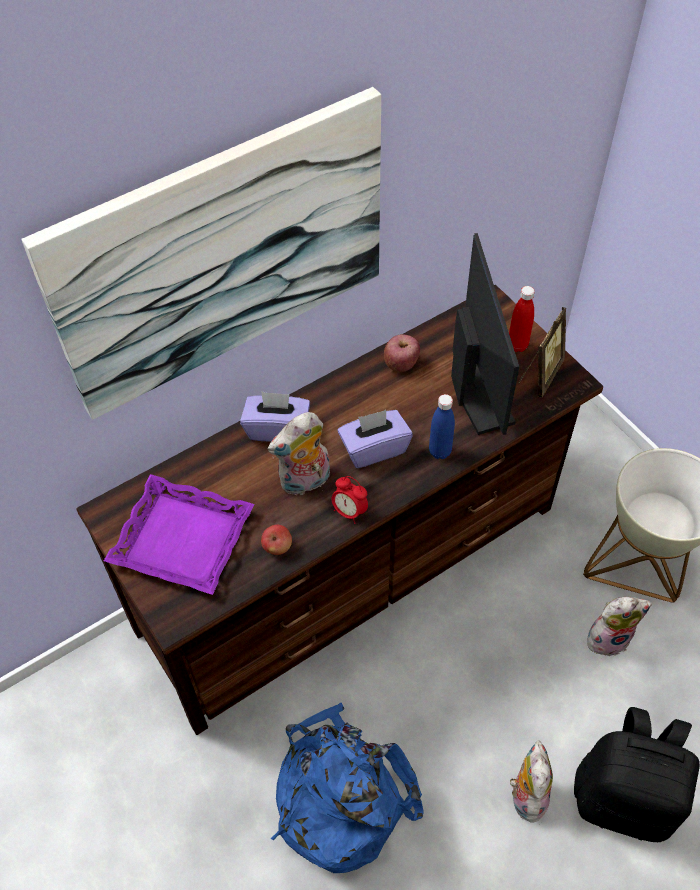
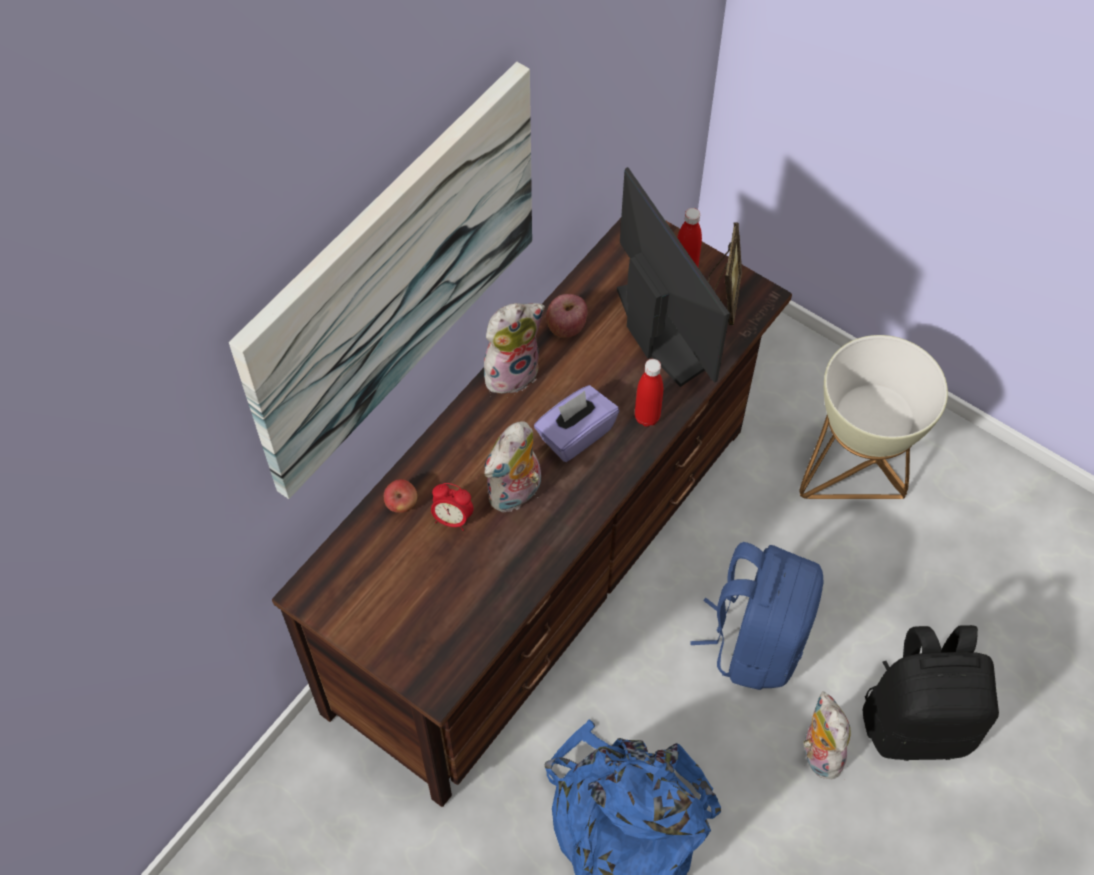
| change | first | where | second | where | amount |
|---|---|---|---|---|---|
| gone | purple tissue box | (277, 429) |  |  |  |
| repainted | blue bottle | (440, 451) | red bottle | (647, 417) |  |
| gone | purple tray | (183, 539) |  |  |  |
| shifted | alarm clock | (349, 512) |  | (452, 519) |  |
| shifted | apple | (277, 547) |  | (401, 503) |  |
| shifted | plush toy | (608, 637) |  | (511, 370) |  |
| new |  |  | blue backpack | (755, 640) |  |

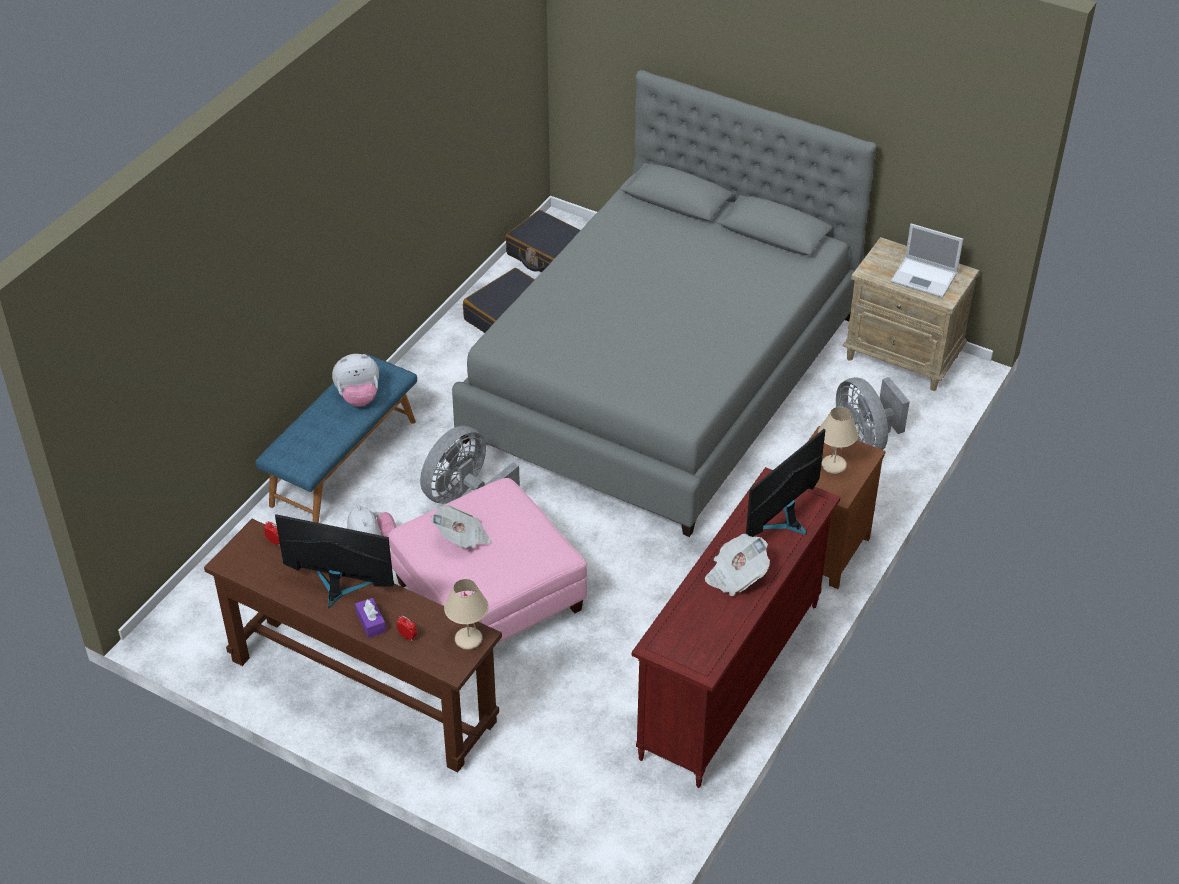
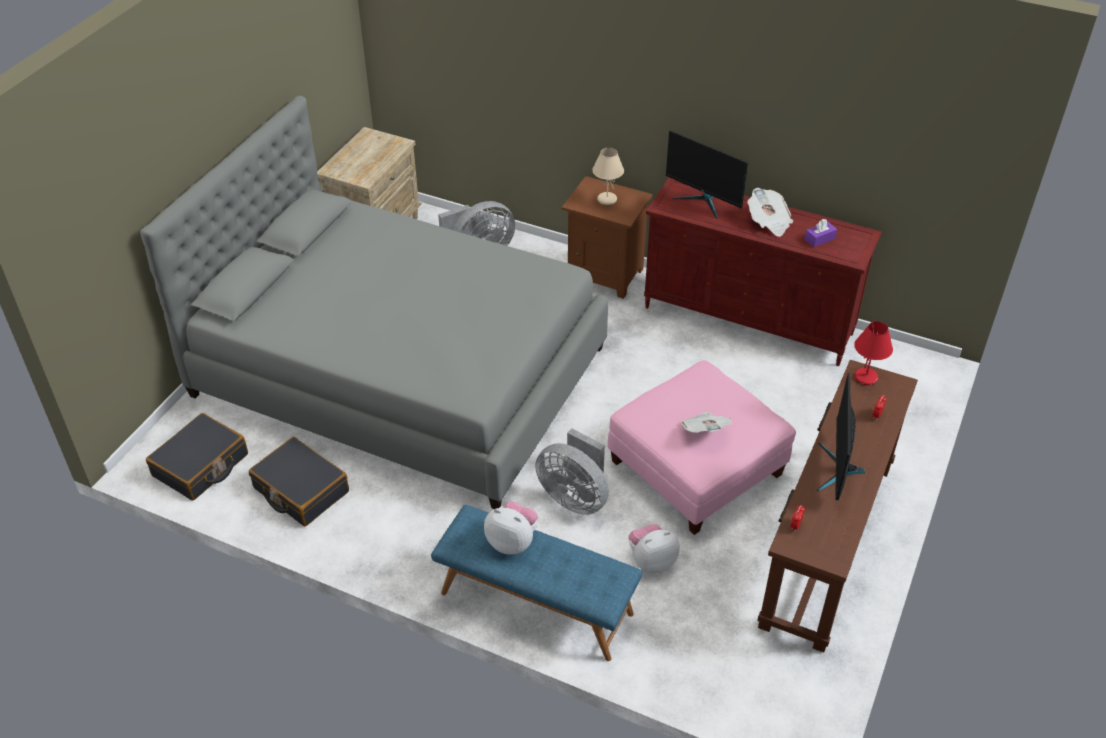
| change | first | where | second | where | amount |
|---|---|---|---|---|---|
| gone | laptop | (925, 278) |  |  |  |
| rotated | plush toy | (359, 398) |  | (512, 542) | 45 degrees counterclockwise |
| repainted | beige table lamp | (468, 639) | red table lamp | (866, 378) |  |
| shifted | purple tissue box | (371, 622) |  | (819, 239) |  |

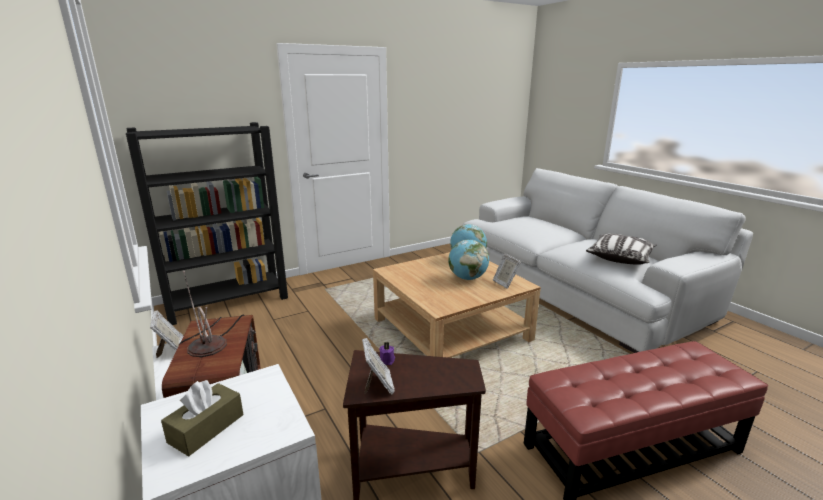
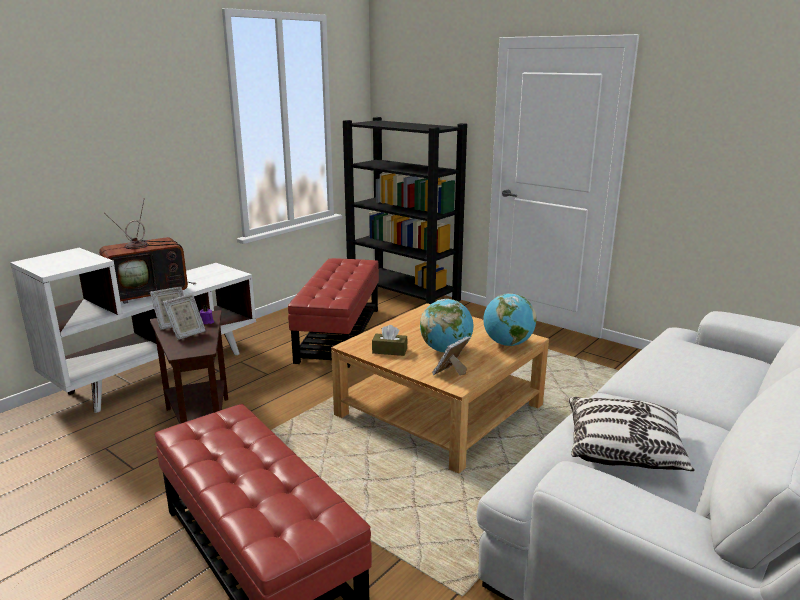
| change | first | where | second | where | amount |
|---|---|---|---|---|---|
| shifted | picture frame | (172, 350) |  | (186, 333) |  |
| shifted | brown tissue box | (206, 428) |  | (389, 351) |  |
| new |  |  | red ottoman | (338, 334) |  |

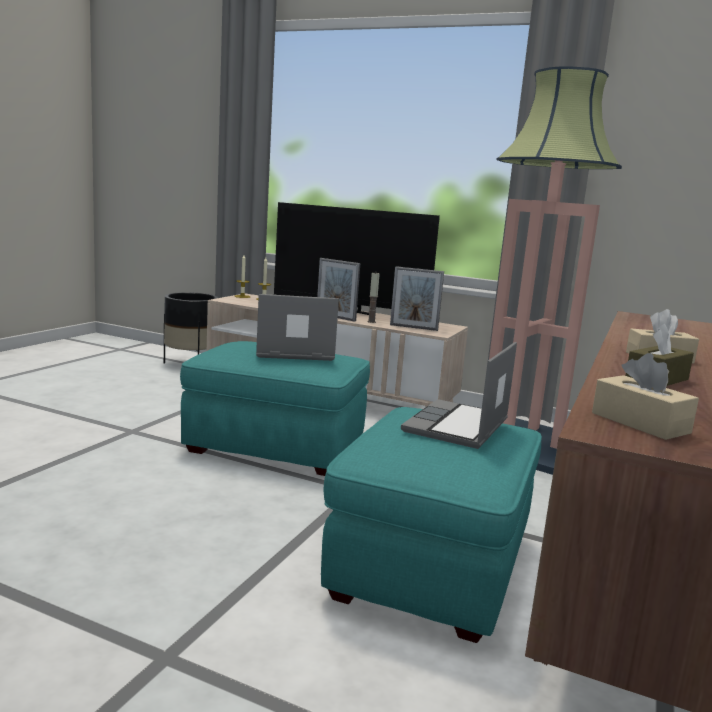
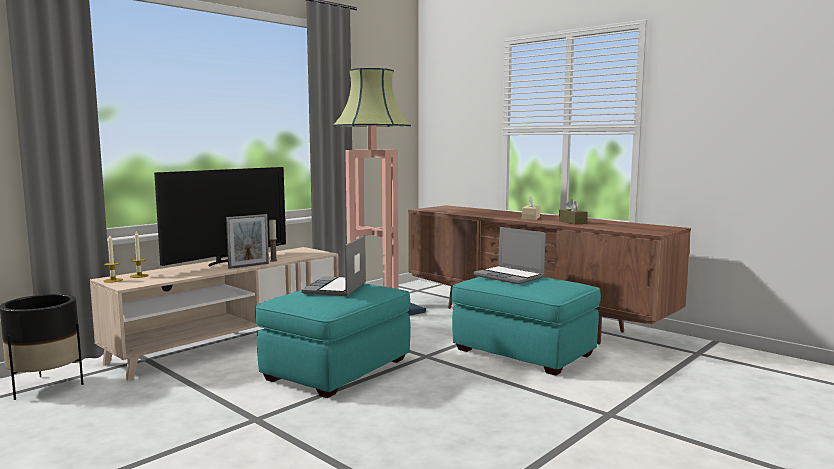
| change | first | where | second | where | amount |
|---|---|---|---|---|---|
| gone | picture frame | (413, 327) |  |  |  |
| gone | beige tissue box | (640, 423) |  |  |  |

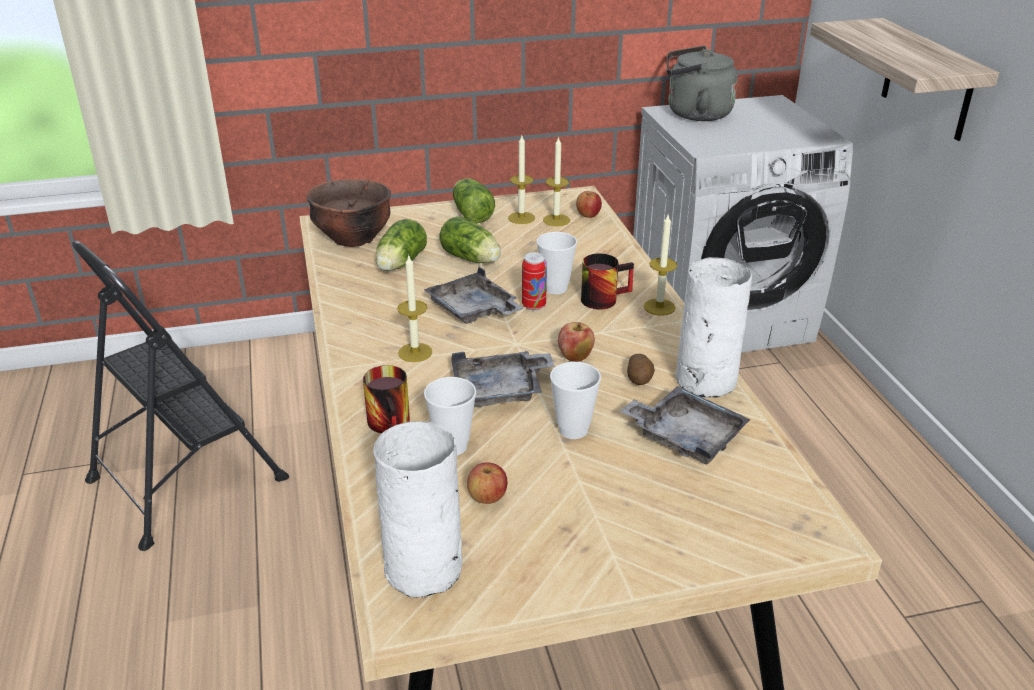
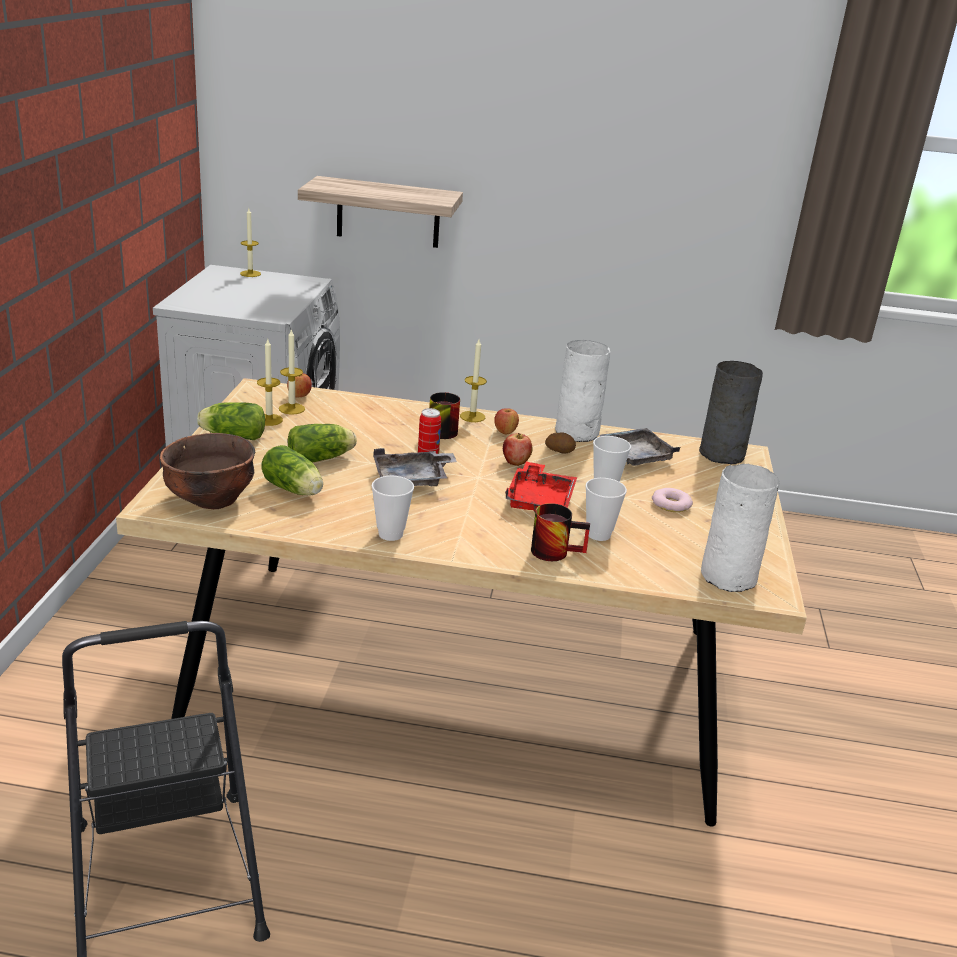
| change | first | where | second | where | amount |
|---|---|---|---|---|---|
| gone | grey kettle | (694, 114) |  |  |  |
| shifted | cup | (555, 288) |  | (390, 534) |  |
| shifted | candle | (415, 352) |  | (250, 273) |  |
| repainted | grey tray | (500, 391) | red tray | (539, 500) |  |
| shifted | apple | (487, 498) |  | (505, 432) |  |
| new |  |  | grey vase | (722, 455) |  |
| new |  |  | donut | (671, 504) |  |

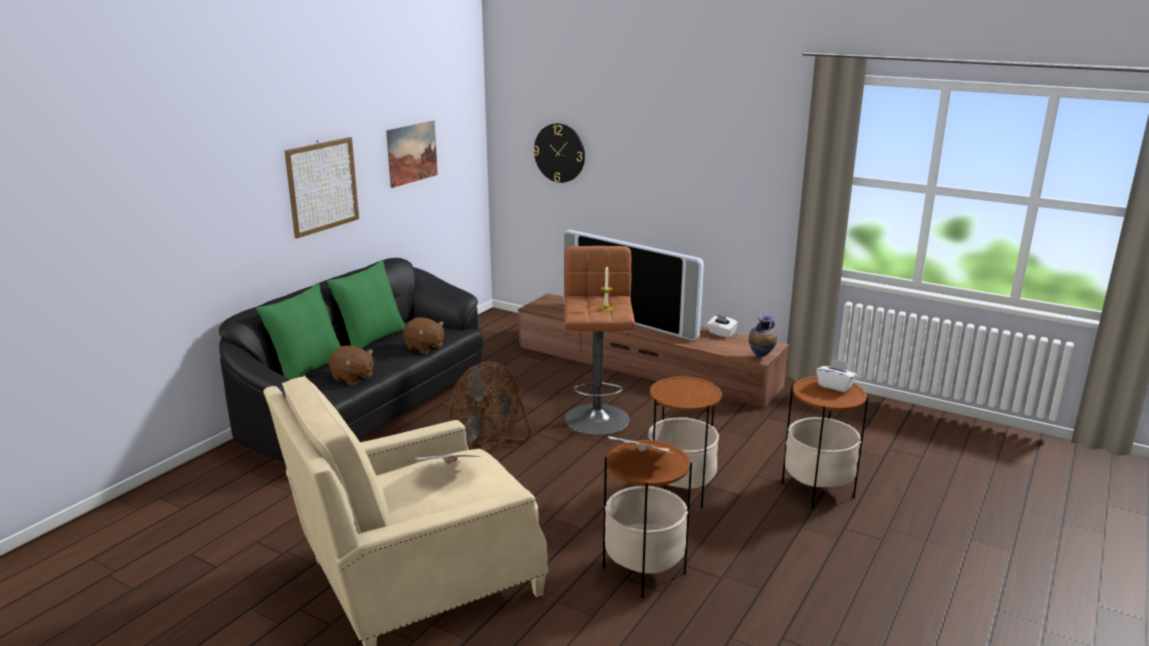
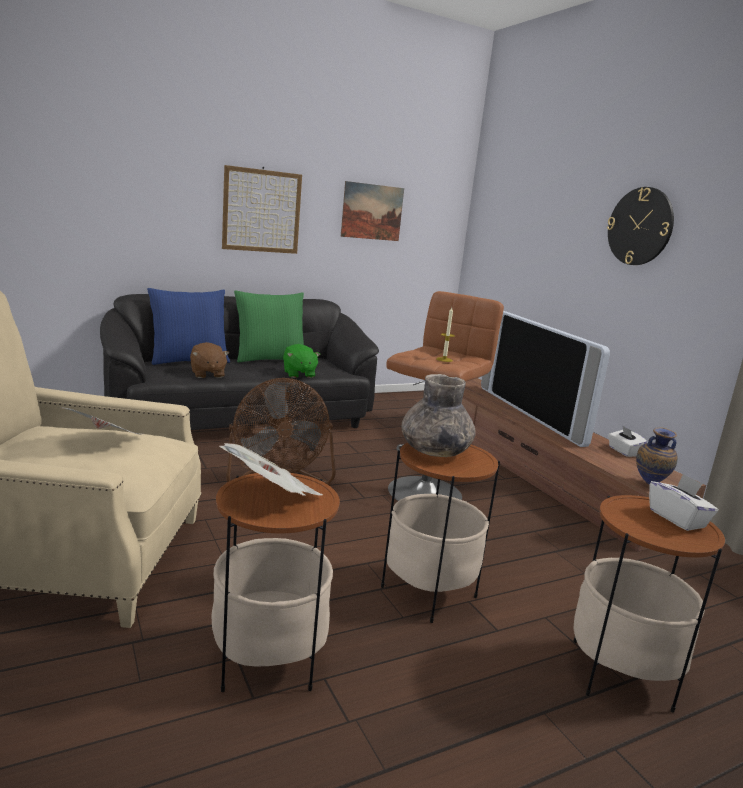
| change | first | where | second | where | amount |
|---|---|---|---|---|---|
| shifted | wall clock | (559, 153) |  | (640, 226) |  |
| repainted | green pillow | (307, 368) | blue pillow | (189, 360) |  |
| repainted | brown plush toy | (424, 347) | green plush toy | (299, 374) |  |
| new |  |  | grey vase | (434, 451) |  |

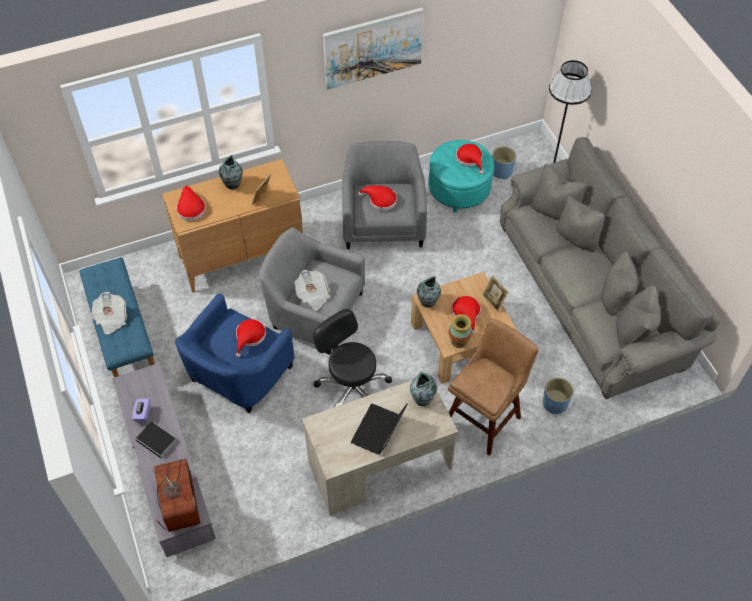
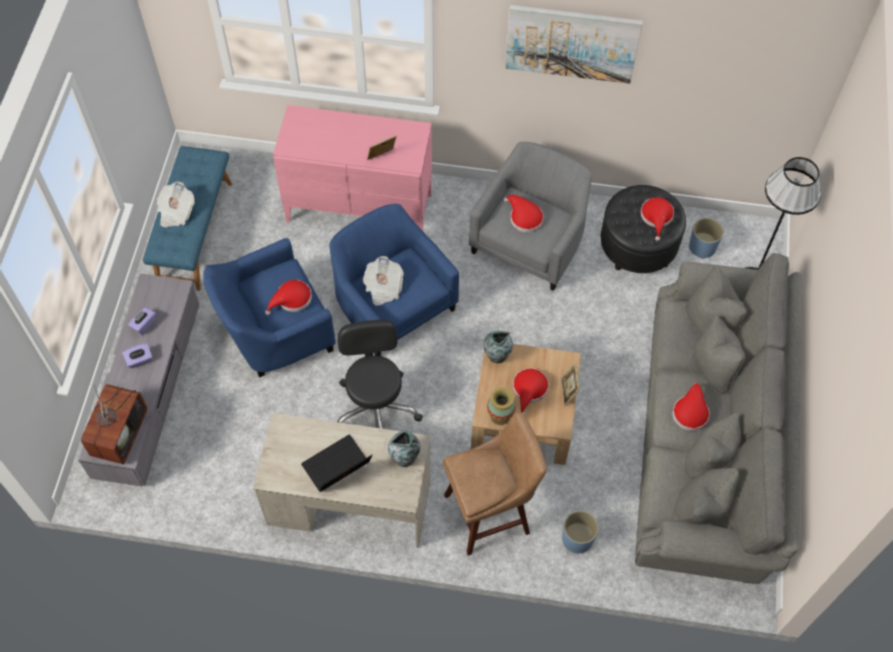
| change | first | where | second | where | amount |
|---|---|---|---|---|---|
| repainted | turquoise ottoman | (459, 191) | black ottoman | (637, 246) |  |
| gone | vase | (232, 184) |  |  |  |
| repainted | brown cabinet | (242, 256) | pink cabinet | (359, 208) |  |
| shifted | red hat | (190, 208) |  | (690, 411) |  |
| repainted | grey armchair | (314, 311) | blue armchair | (392, 304) |  |
| swapped | book | (157, 441) | purple tissue box | (139, 360) |  |

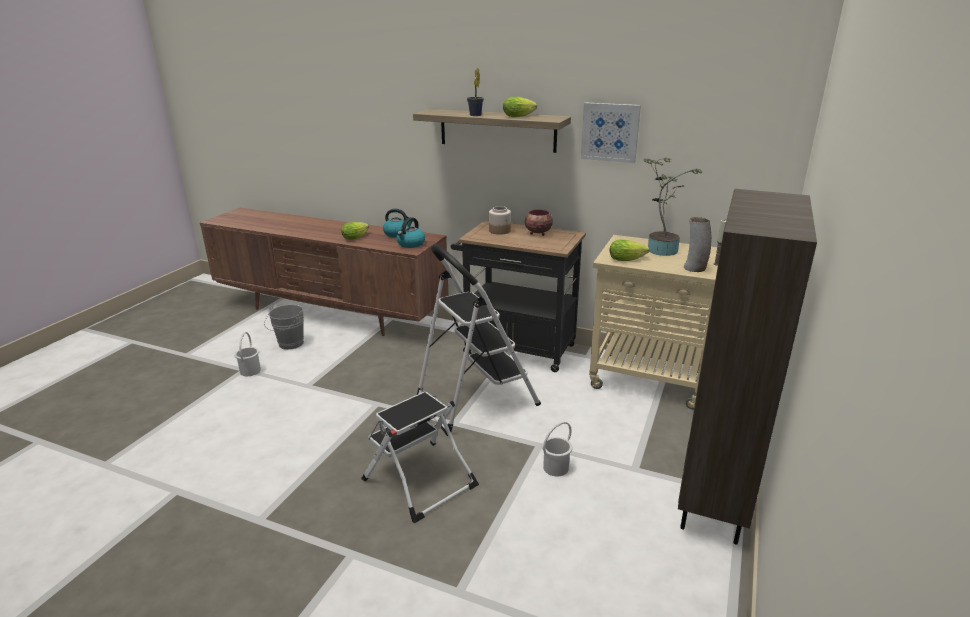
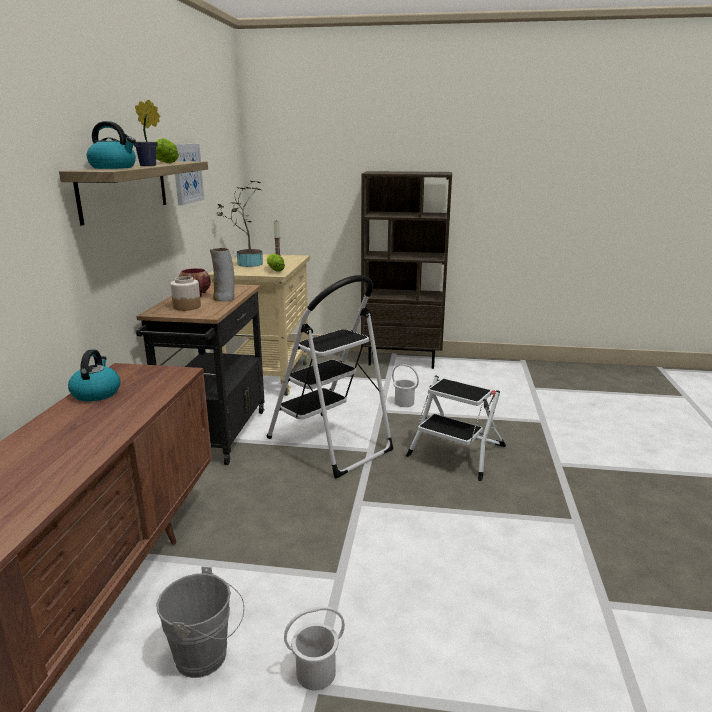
| change | first | where | second | where | amount |
|---|---|---|---|---|---|
| shifted | kettle | (410, 244) |  | (114, 167) |  |
| shifted | vase | (695, 268) |  | (224, 299) |  |
| gone | lettuce | (356, 237) |  |  |  |

